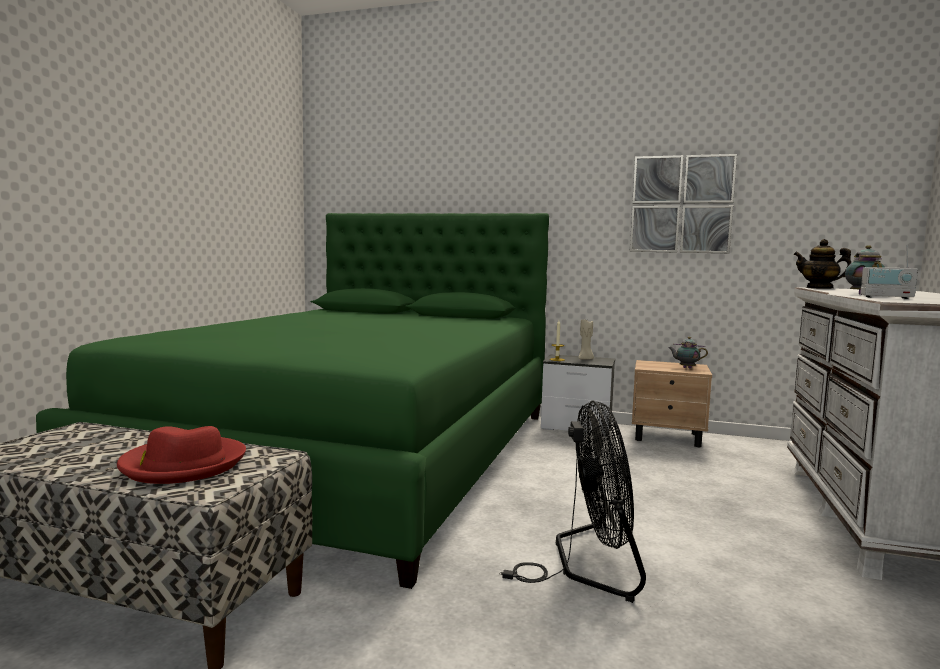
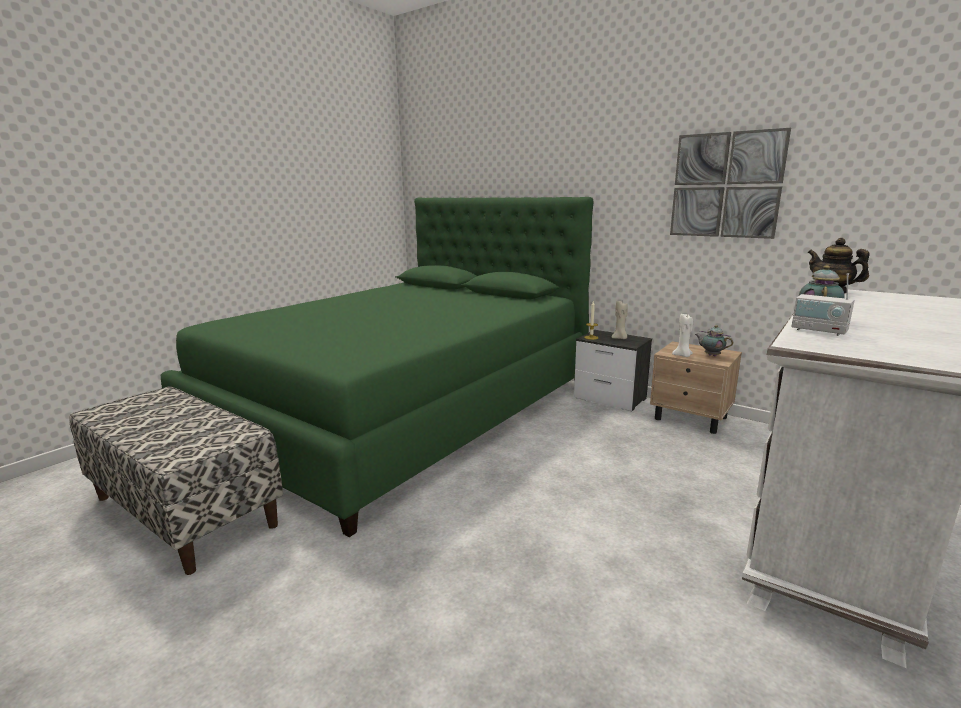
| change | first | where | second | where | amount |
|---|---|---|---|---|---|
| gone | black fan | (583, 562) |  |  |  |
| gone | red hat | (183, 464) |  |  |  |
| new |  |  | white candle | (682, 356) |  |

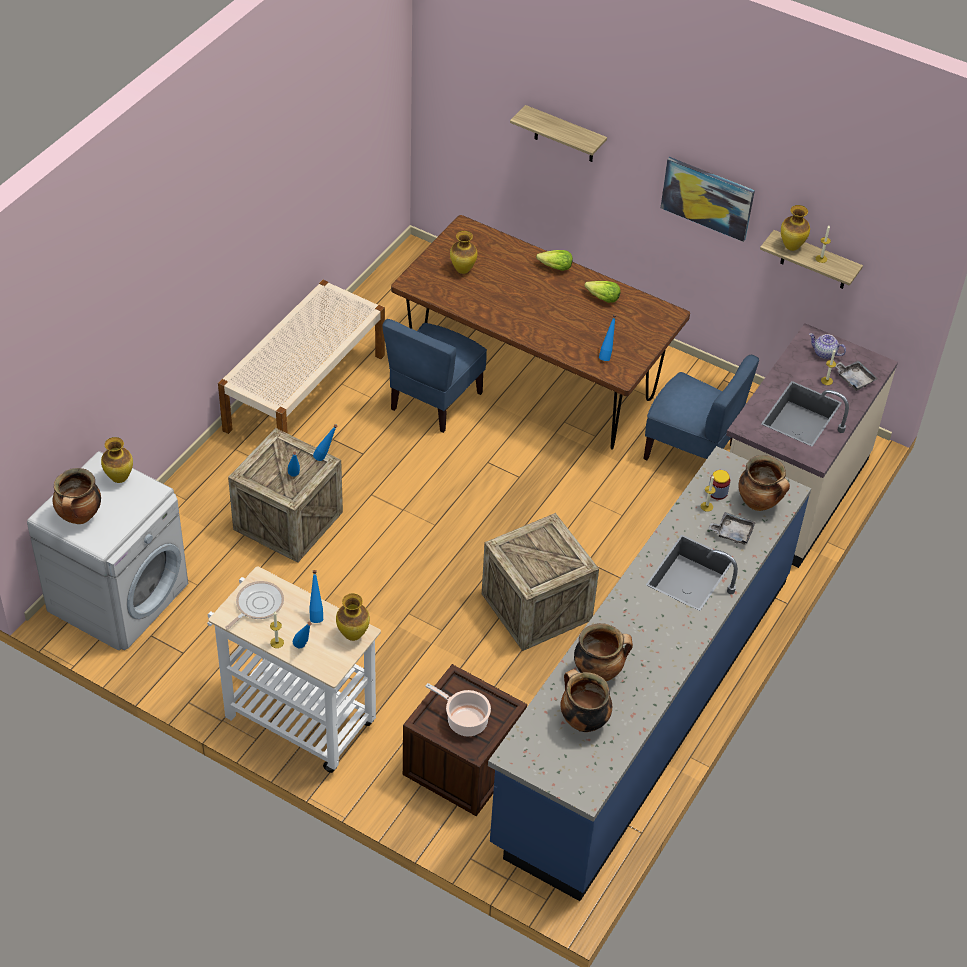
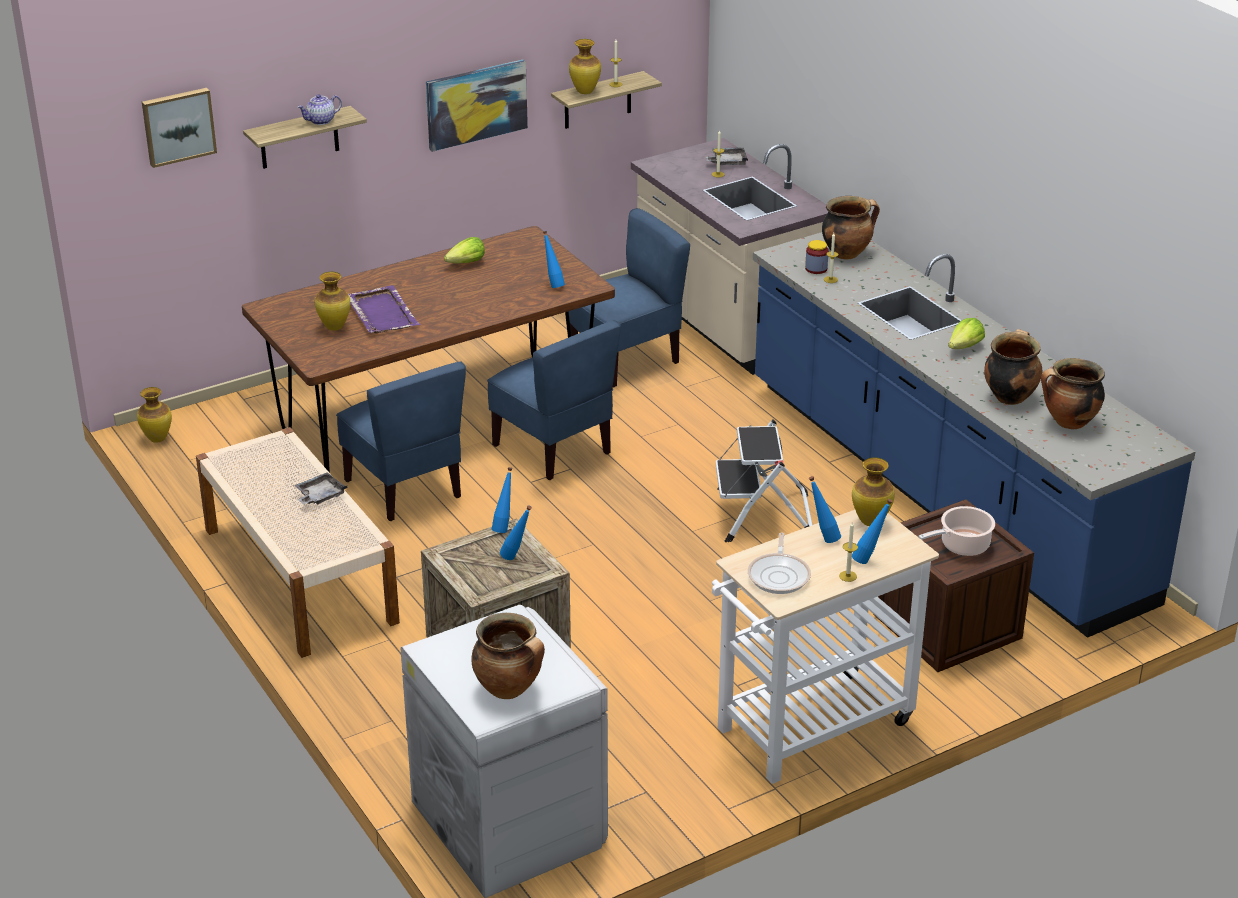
| change | first | where | second | where | amount |
|---|---|---|---|---|---|
| shifted | lettuce | (555, 267) |  | (965, 347) |  |
| shifted | teapot | (824, 353) |  | (321, 121) |  |
| shifted | vase | (120, 478) |  | (157, 439) |  |
| shifted | grey tray | (732, 532) |  | (319, 496) |  |
| swapped | crate | (536, 607) | step ladder | (763, 513) |  |
| rotated | frying pan | (257, 605) |  | (779, 575) | 150 degrees counterclockwise |
| new |  |  | picture | (178, 126) |  |
| new |  |  | purple tray | (381, 312) |  |
| new |  |  | blue chair | (553, 449) |  |

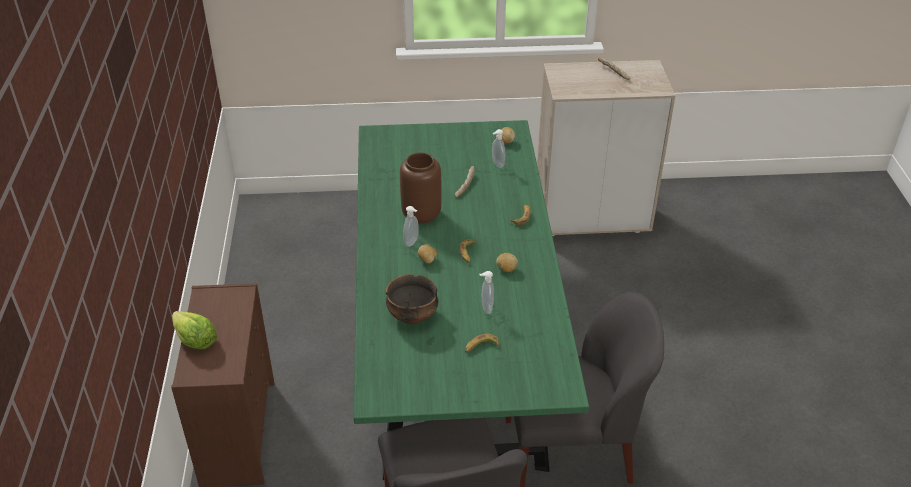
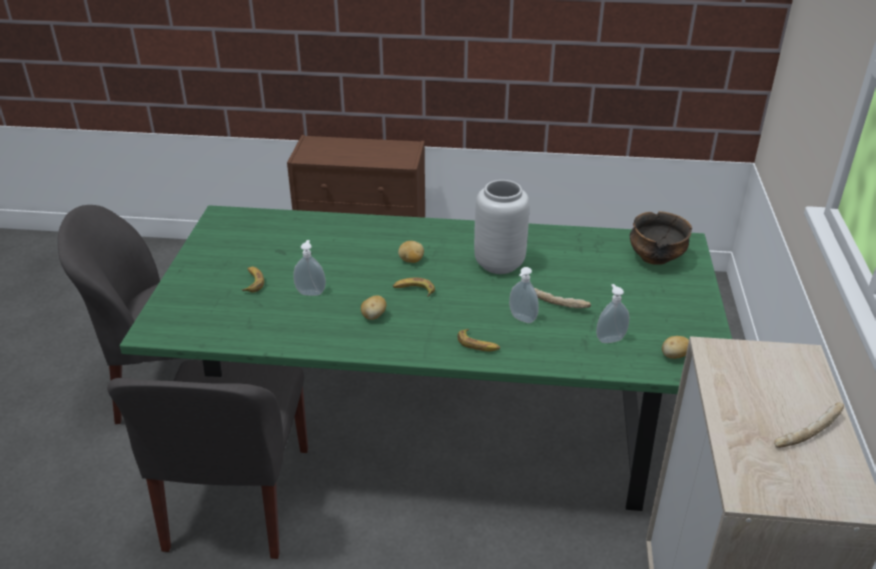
| change | first | where | second | where | amount |
|---|---|---|---|---|---|
| repainted | brown vase | (421, 214) | grey vase | (500, 264) |  |
| shifted | soap dispenser | (412, 242) |  | (521, 319) |  |
| shifted | bowl | (412, 316) |  | (655, 258) |  |
| gone | lettuce | (195, 340) |  |  |  |

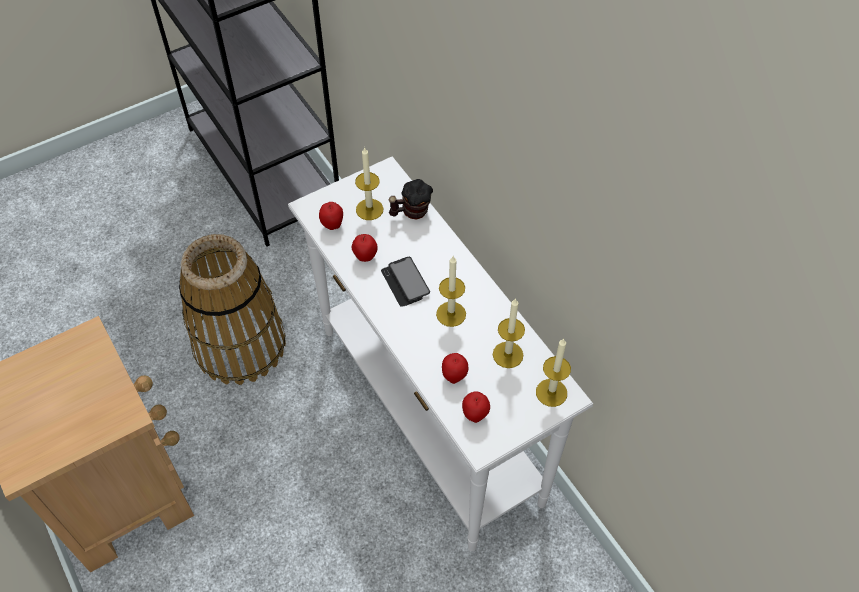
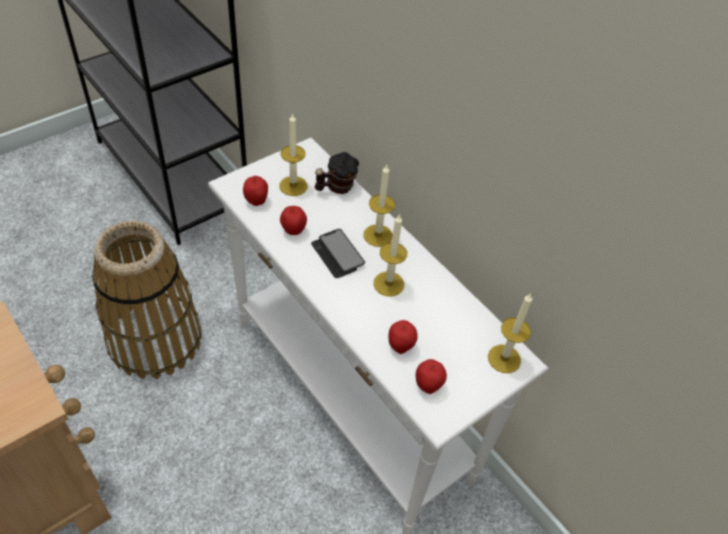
| change | first | where | second | where | amount |
|---|---|---|---|---|---|
| shifted | candle | (508, 354) |  | (378, 235) |  |

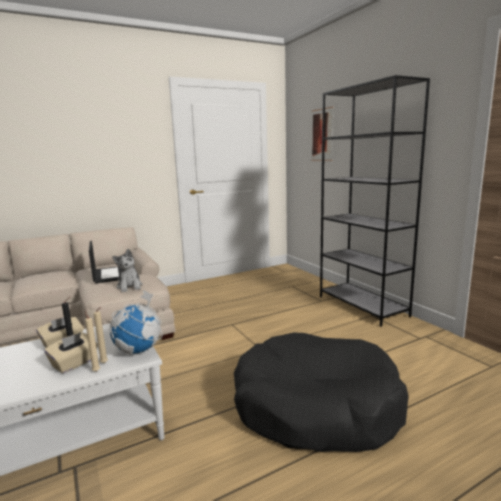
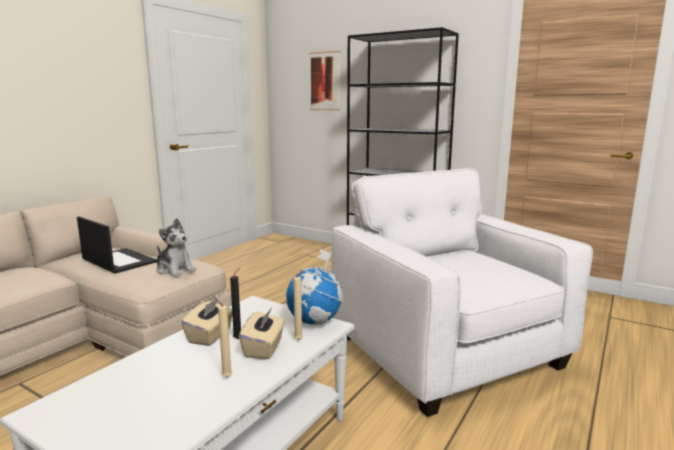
| change | first | where | second | where | amount |
|---|---|---|---|---|---|
| shifted | beige candle | (96, 371) |  | (225, 377) |  |
| swapped | black dog bed | (315, 406) | white armchair | (447, 351) |  |

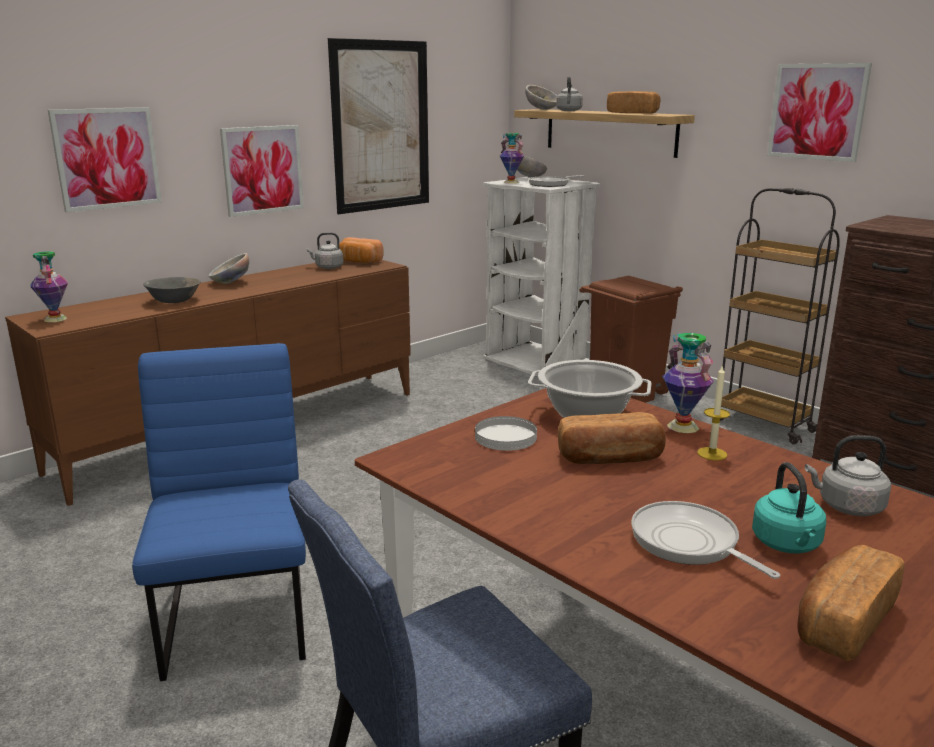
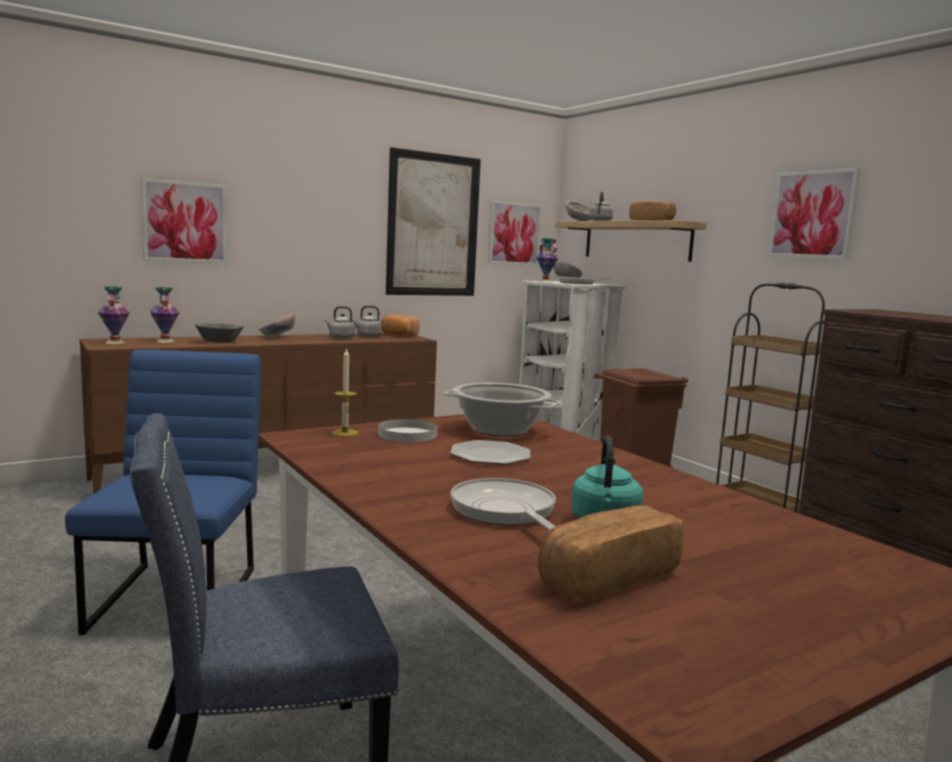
| change | first | where | second | where | amount |
|---|---|---|---|---|---|
| shifted | picture | (262, 170) |  | (514, 233) |  |
| shifted | vase | (682, 426) |  | (164, 341) |  |
| shifted | candle | (712, 454) |  | (344, 433) |  |
| swapped | bread | (610, 458) | plate | (490, 455) |  |
| shifted | grey kettle | (847, 506) |  | (340, 337) |  |

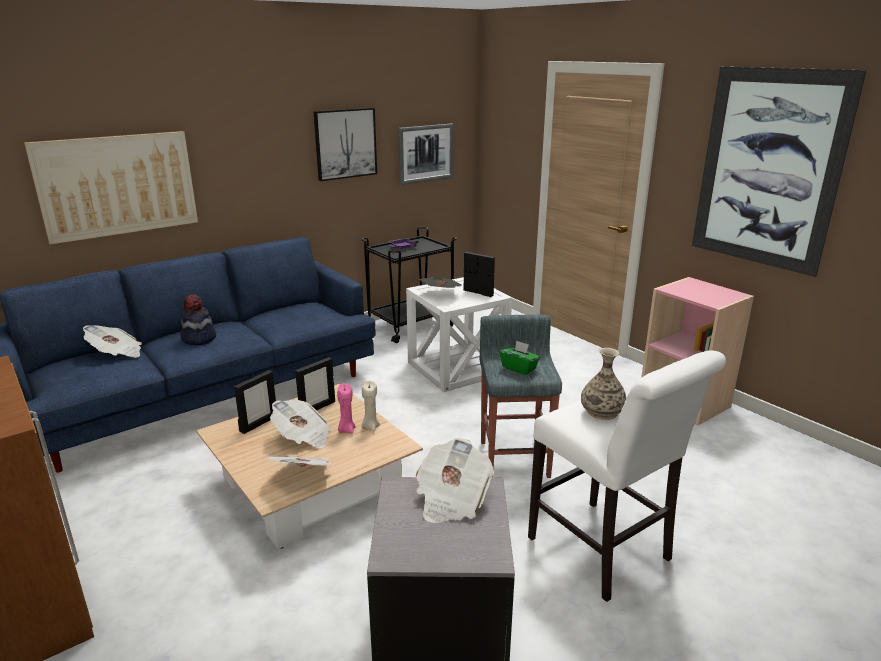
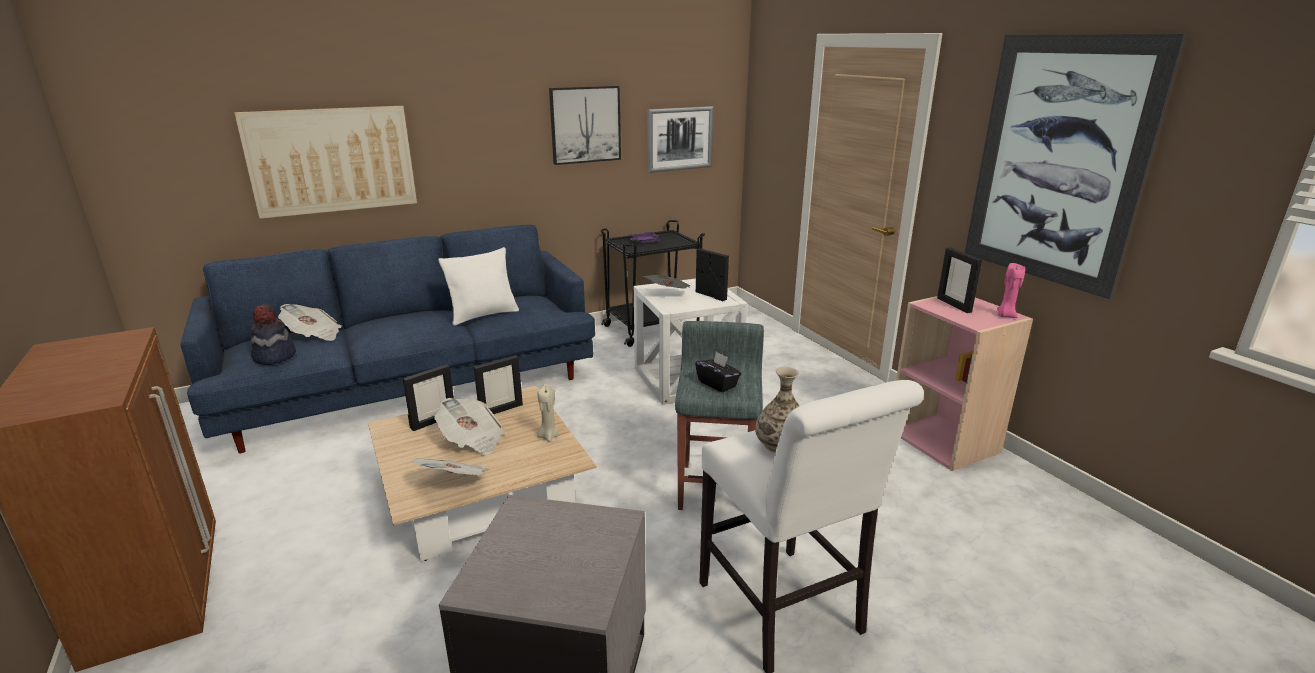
| change | first | where | second | where | amount |
|---|---|---|---|---|---|
| shifted | hat | (198, 338) |  | (274, 356) |  |
| repainted | green tissue box | (519, 368) | black tissue box | (717, 384) |  |
| shifted | pink candle | (346, 430) |  | (1005, 315) |  |
| gone | newspaper | (451, 499) |  |  |  |
| new |  |  | white pillow | (483, 315) |  |
| new |  |  | picture frame | (954, 305) |  |

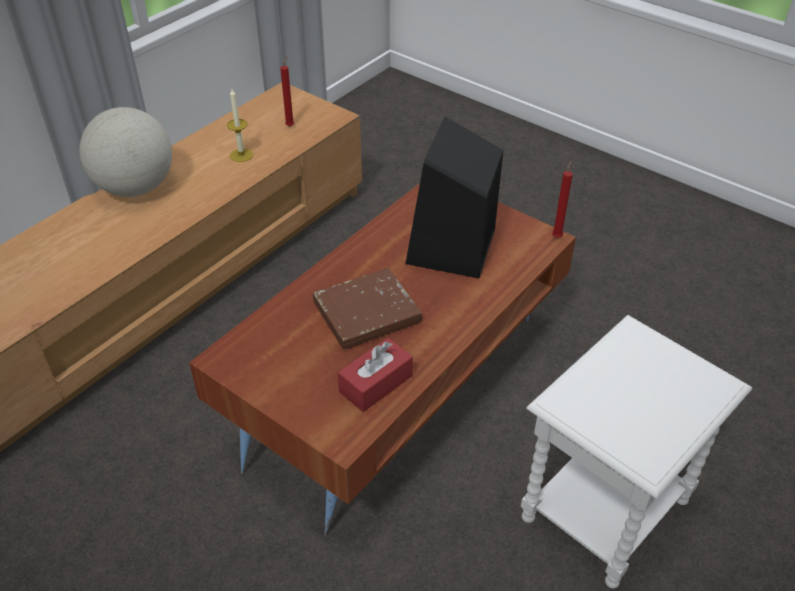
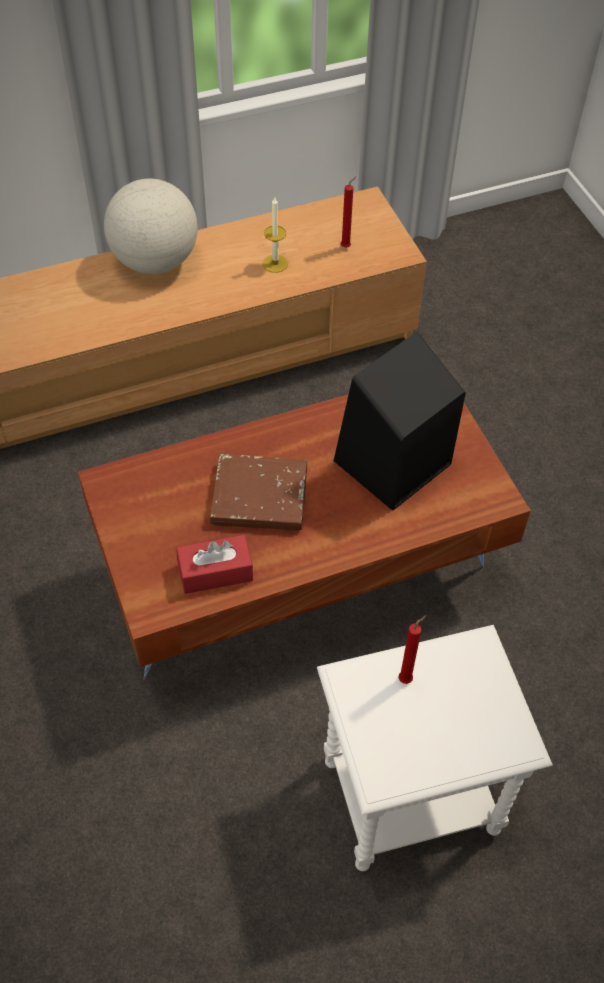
| change | first | where | second | where | amount |
|---|---|---|---|---|---|
| shifted | red candle | (557, 236) |  | (407, 678) |  |

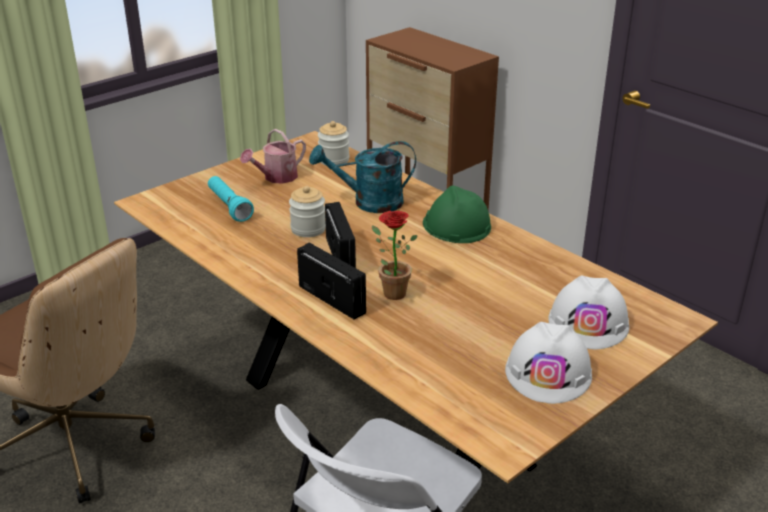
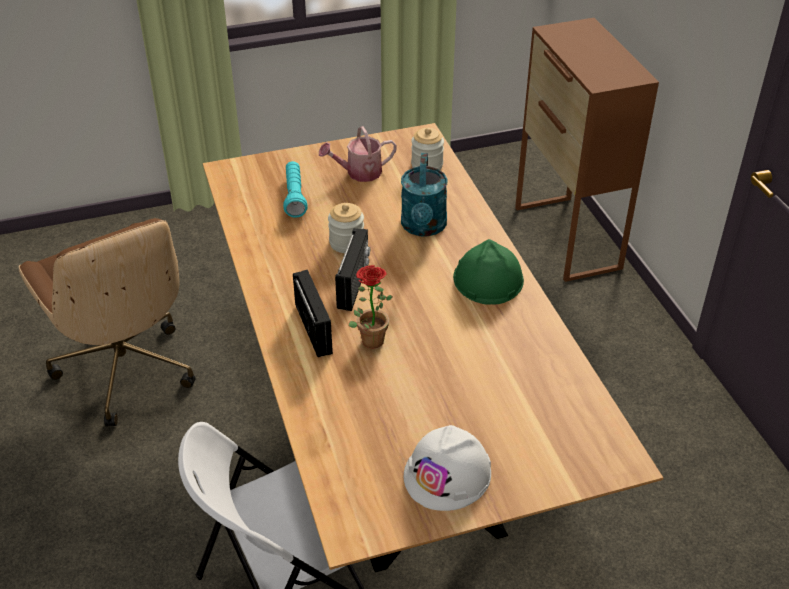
| change | first | where | second | where | amount |
|---|---|---|---|---|---|
| rotated | turquoise watering can | (369, 203) |  | (423, 228) | 105 degrees counterclockwise |
| gone | white hard hat | (588, 323) |  |  |  |

